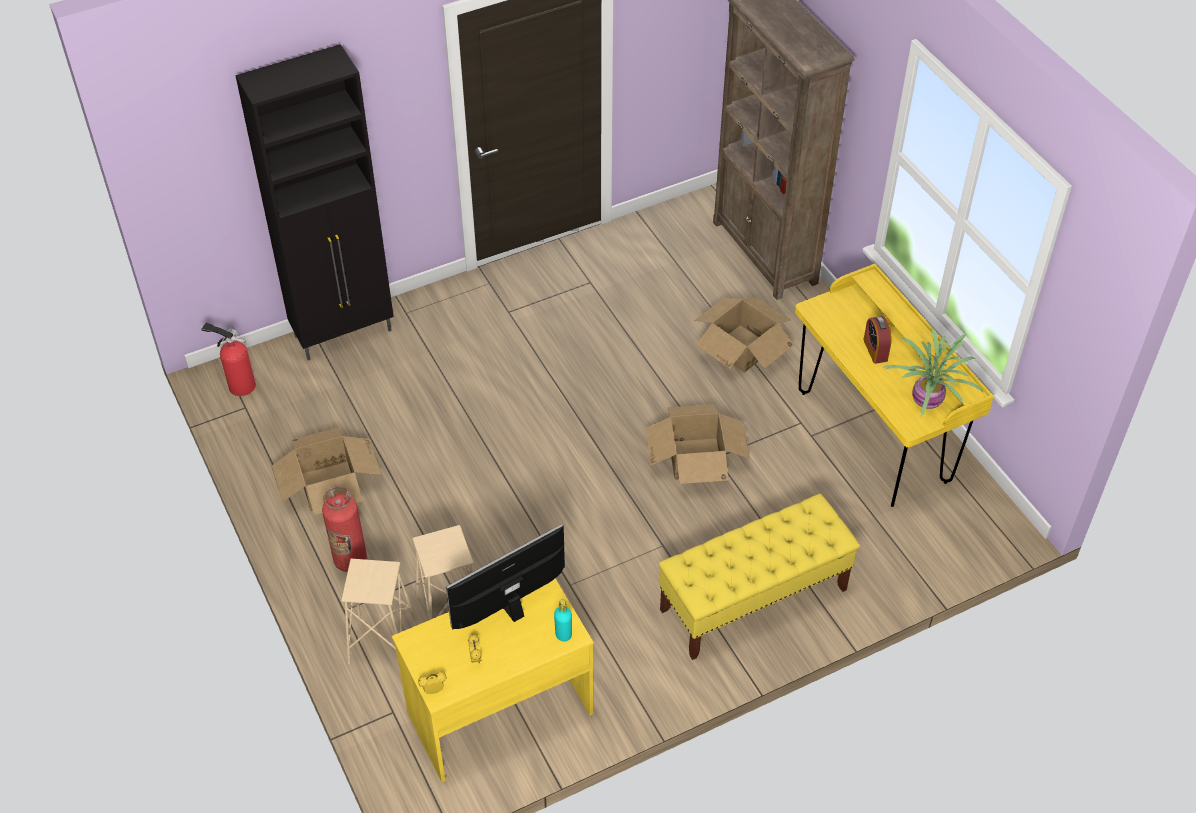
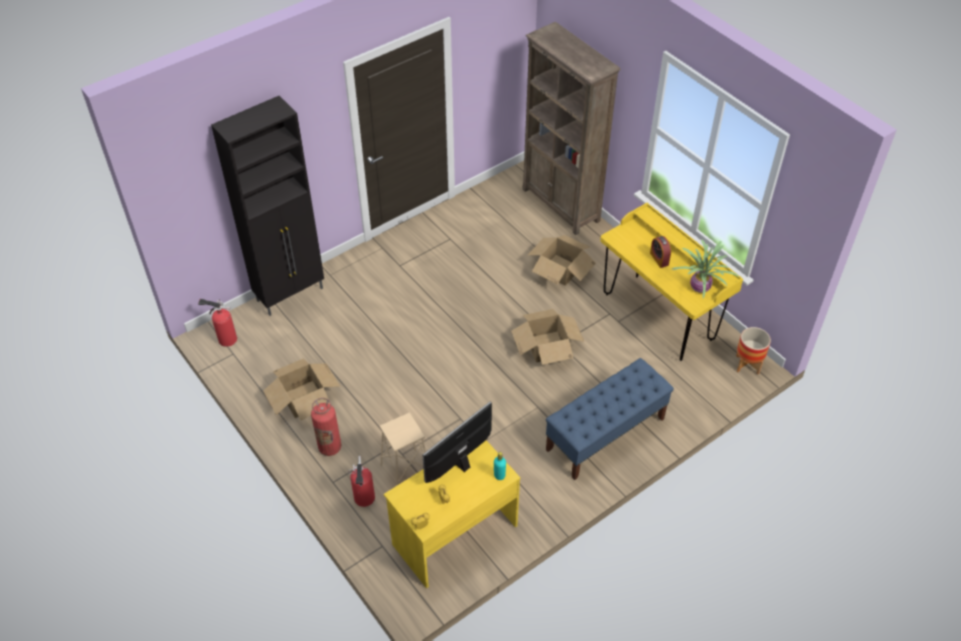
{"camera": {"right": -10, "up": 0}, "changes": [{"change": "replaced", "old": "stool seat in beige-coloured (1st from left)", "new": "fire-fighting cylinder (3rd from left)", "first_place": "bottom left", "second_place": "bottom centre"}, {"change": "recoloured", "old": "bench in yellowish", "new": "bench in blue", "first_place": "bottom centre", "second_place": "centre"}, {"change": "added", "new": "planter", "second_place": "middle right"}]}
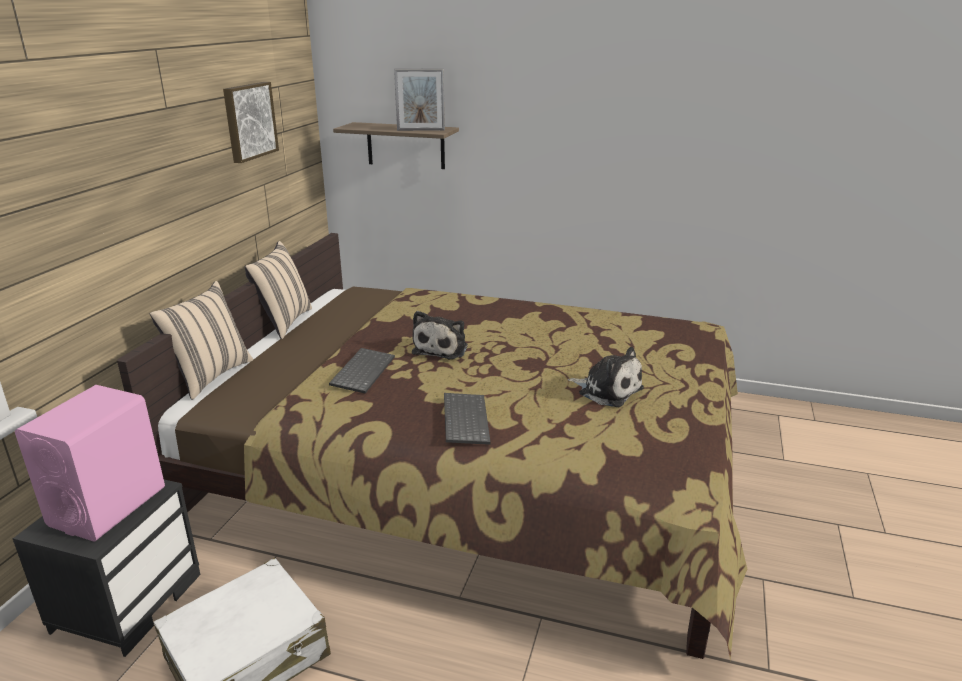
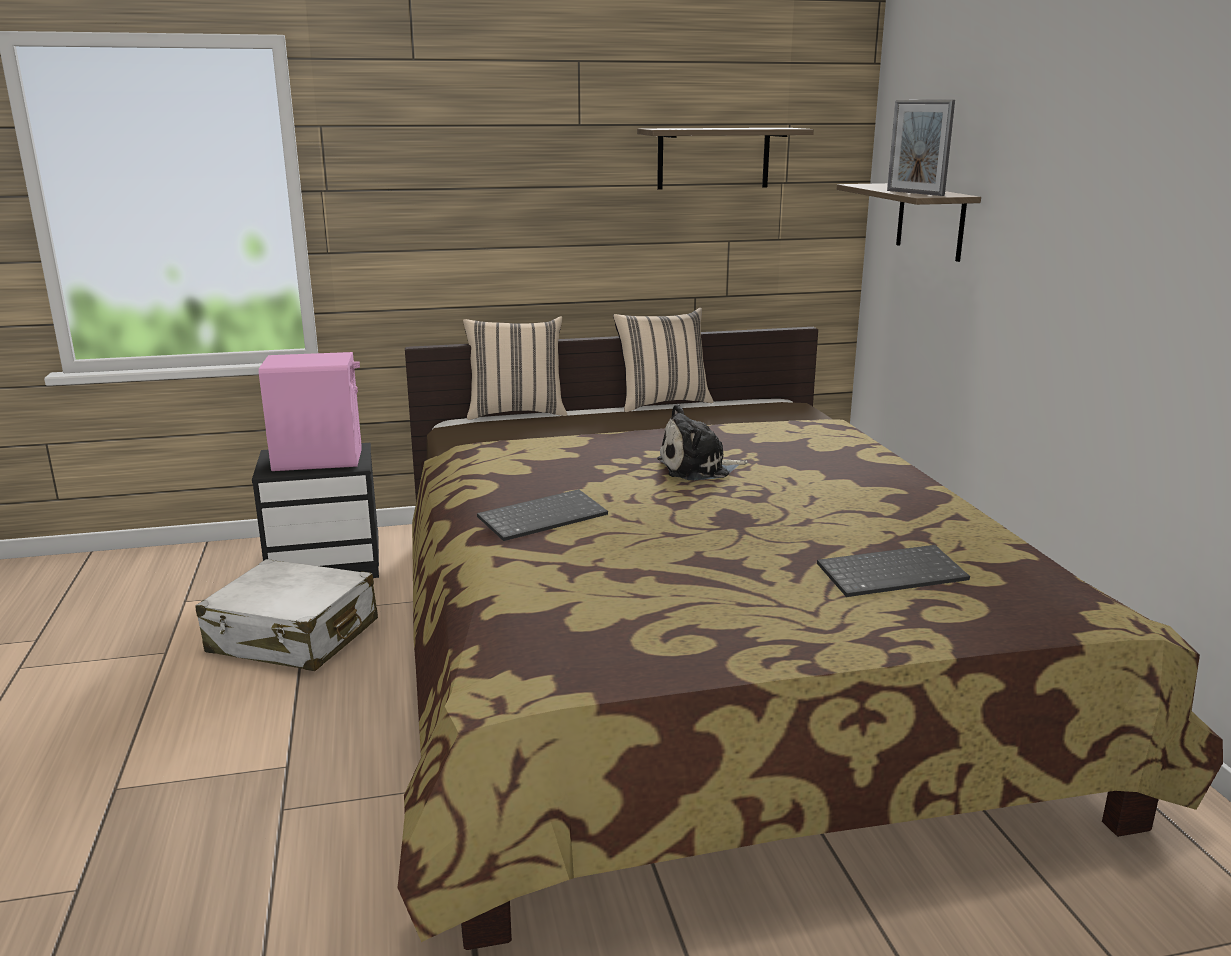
{"camera": {"right": 60, "up": -5}, "changes": [{"change": "replaced", "old": "wall picture", "new": "bracket shelf (1st from left)", "first_place": "top left", "second_place": "top centre"}, {"change": "moved", "old": "computer keyboard (1st from left in the first image)", "new": "computer keyboard (2nd from left)", "first_place": "centre", "second_place": "middle right"}, {"change": "removed", "old": "cuddly toy (2nd from left)", "first_place": "centre"}]}
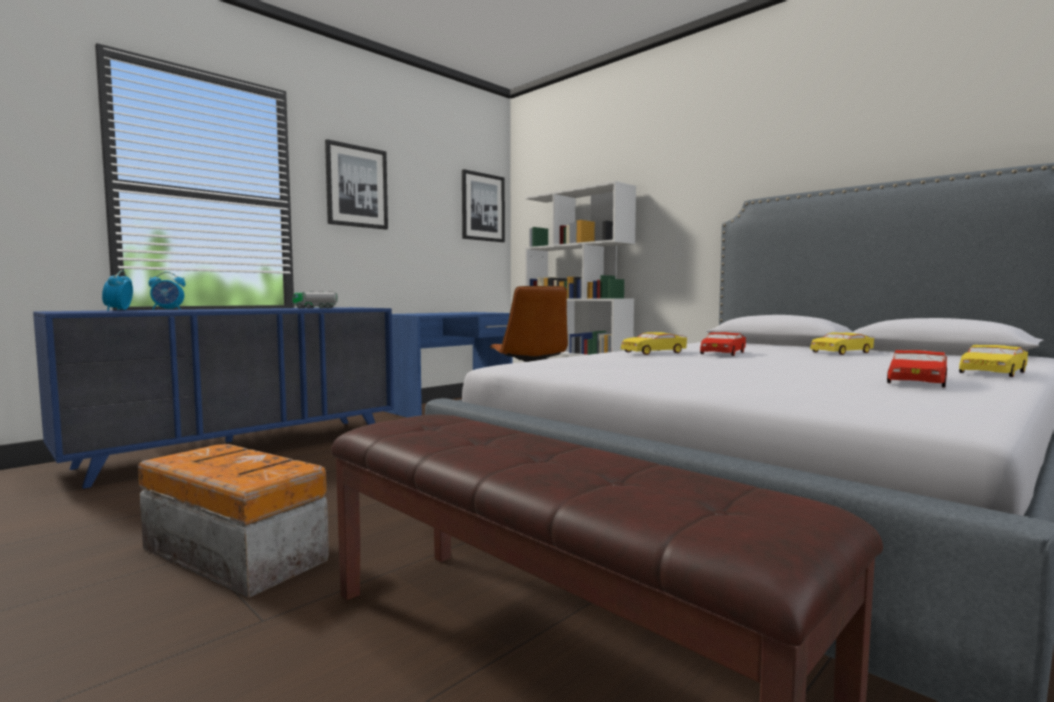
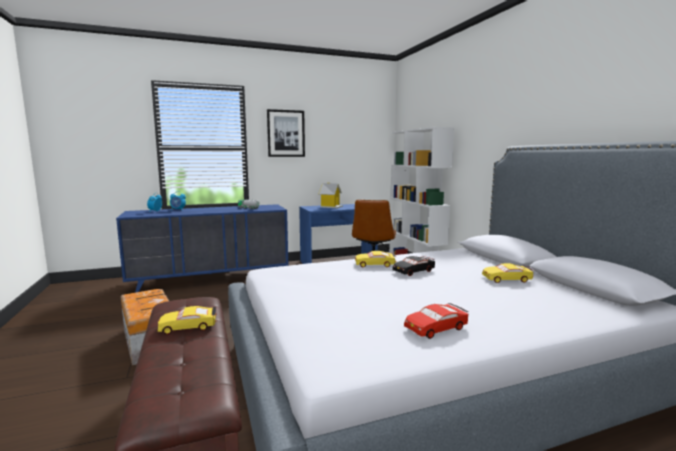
{"camera": {"right": 25, "up": 5}, "changes": [{"change": "removed", "old": "wall picture (2nd from left)", "first_place": "top centre"}, {"change": "recoloured", "old": "miniature car in red-coloured (1st from left)", "new": "miniature car in black", "first_place": "middle right", "second_place": "centre"}, {"change": "moved", "old": "miniature car in yellowish (3rd from left in the first image)", "new": "miniature car in yellowish (1st from left)", "first_place": "middle right", "second_place": "bottom left"}, {"change": "added", "new": "miniature house", "second_place": "centre"}]}
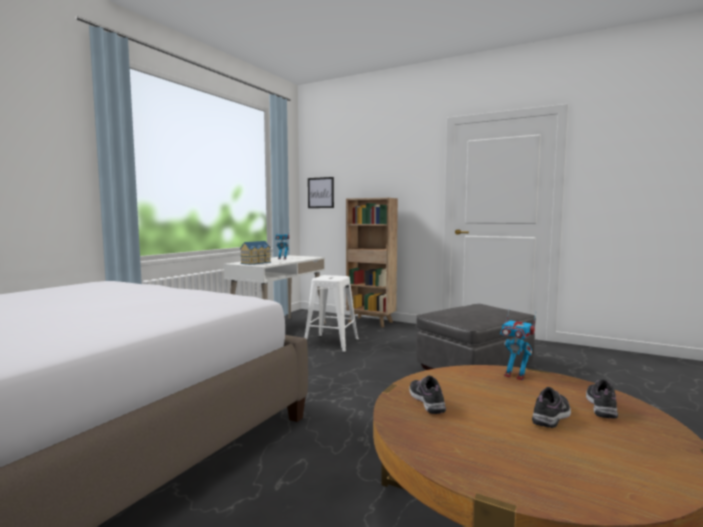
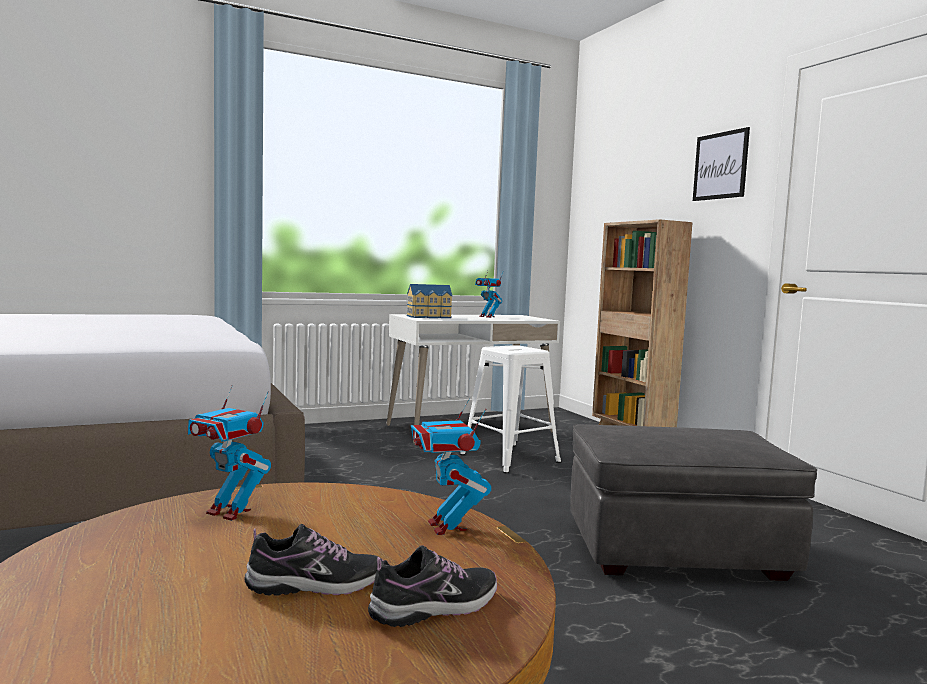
{"camera": {"right": 35, "up": 0}, "changes": [{"change": "moved", "old": "wall picture", "first_place": "centre", "second_place": "top right"}, {"change": "replaced", "old": "item of footwear (1st from left)", "new": "model robot (1st from left)", "first_place": "bottom centre", "second_place": "middle left"}]}
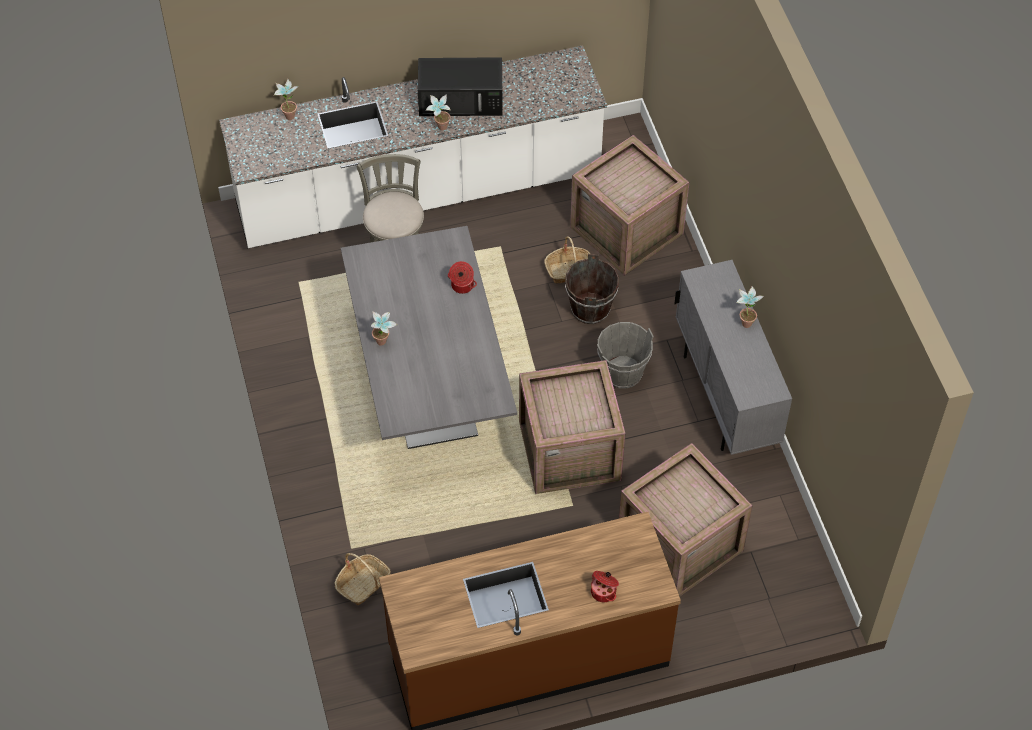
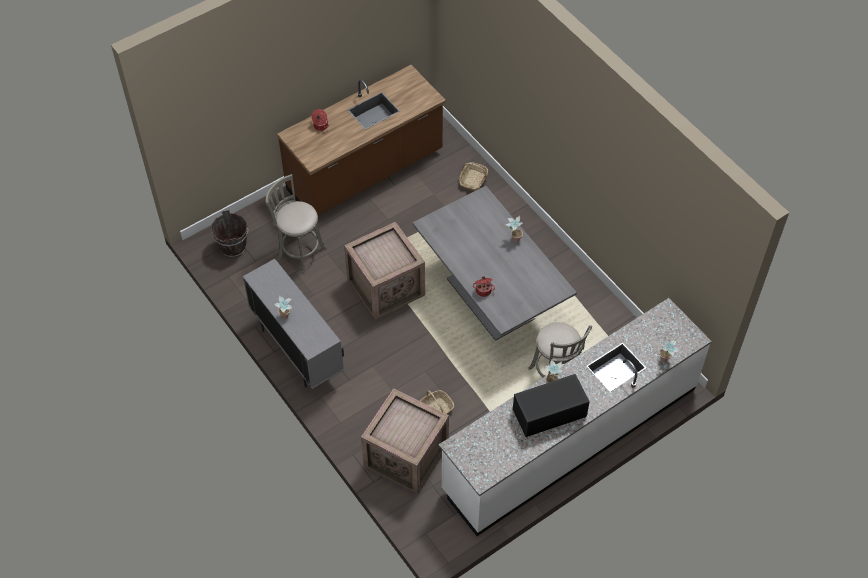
{"camera": {"right": 160, "up": 0}, "changes": [{"change": "moved", "old": "pail in brown-coloured", "first_place": "centre", "second_place": "middle left"}, {"change": "removed", "old": "pail in gray", "first_place": "centre"}, {"change": "replaced", "old": "crate (3rd from left)", "new": "stool seat in gray (1st from left)", "first_place": "bottom centre", "second_place": "centre"}]}
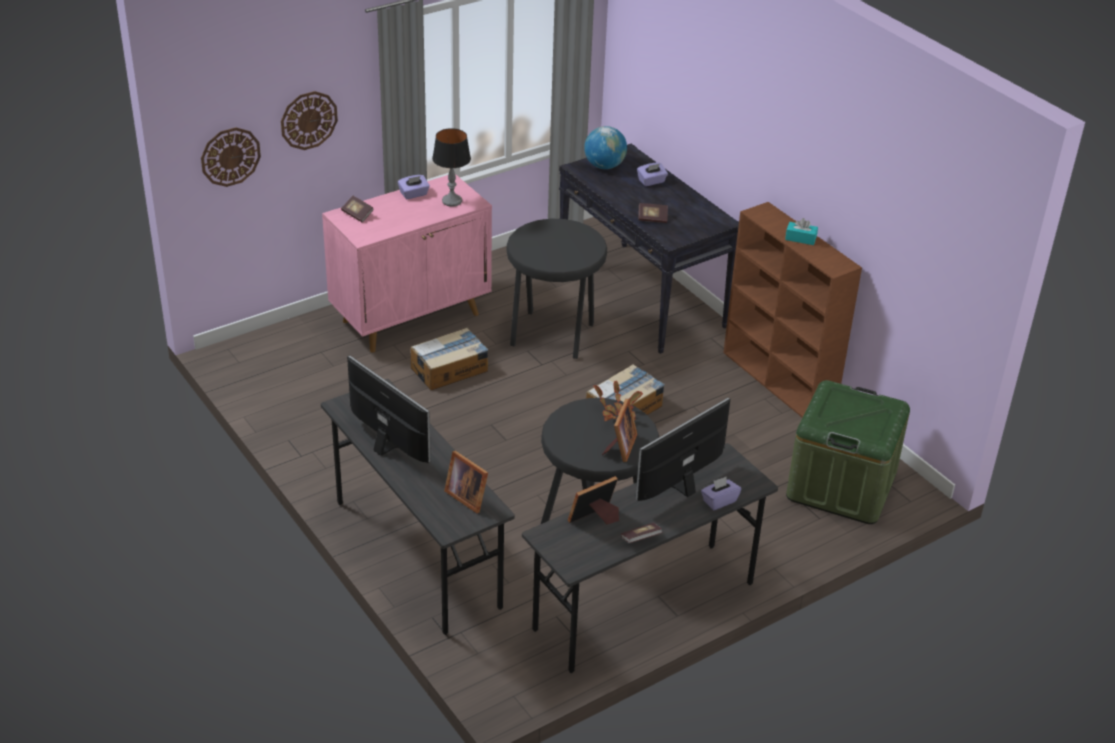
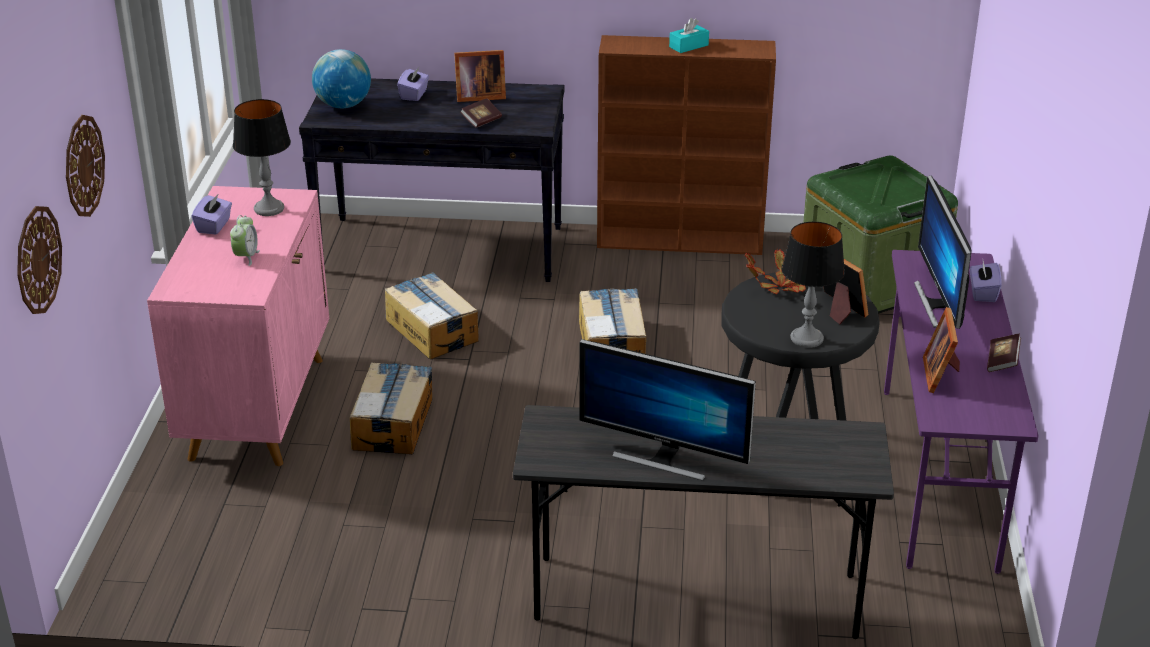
{"camera": {"right": -50, "up": -5}, "changes": [{"change": "removed", "old": "bound book (1st from left)", "first_place": "top left"}, {"change": "turned", "old": "computer display (1st from left)", "first_place": "centre", "second_place": "centre", "degrees": -150}, {"change": "moved", "old": "standing frame (1st from left)", "first_place": "centre", "second_place": "top centre"}, {"change": "replaced", "old": "stool seat in black (1st from left)", "new": "cardboard box (2nd from left)", "first_place": "centre", "second_place": "centre"}, {"change": "recoloured", "old": "desk table in gray (2nd from left)", "new": "desk table in purple", "first_place": "bottom centre", "second_place": "middle right"}, {"change": "added", "new": "table clock", "second_place": "middle left"}, {"change": "added", "new": "table lamp (2nd from left)", "second_place": "middle right"}]}
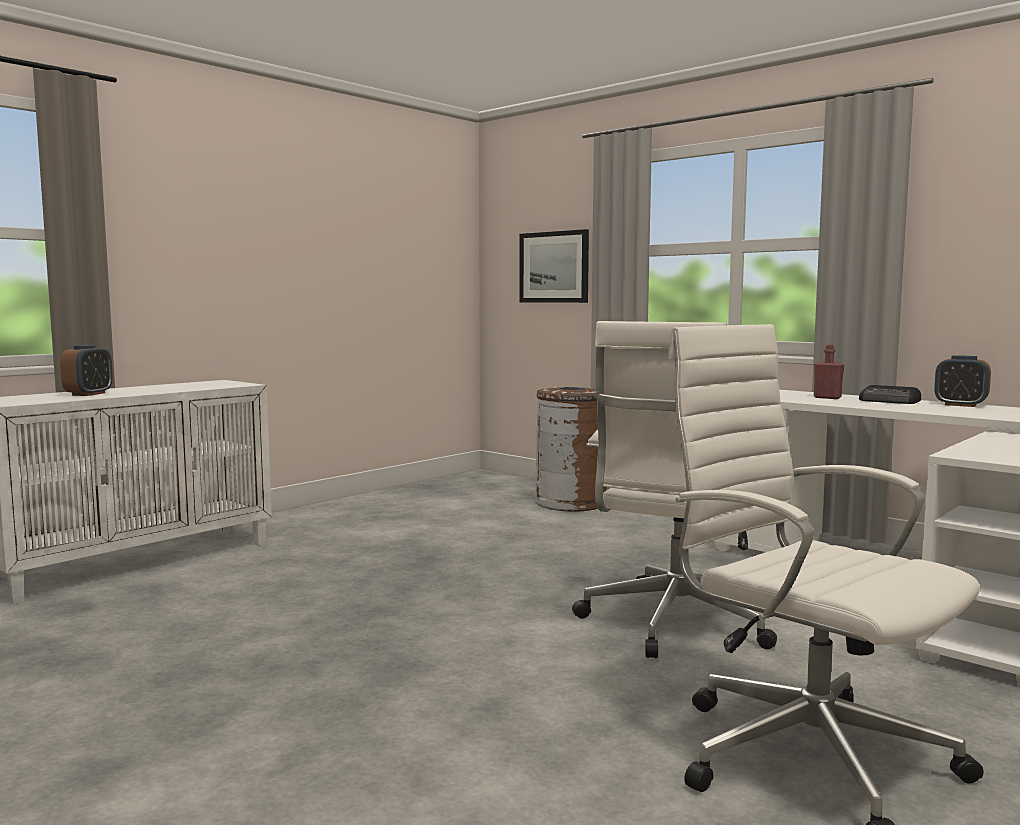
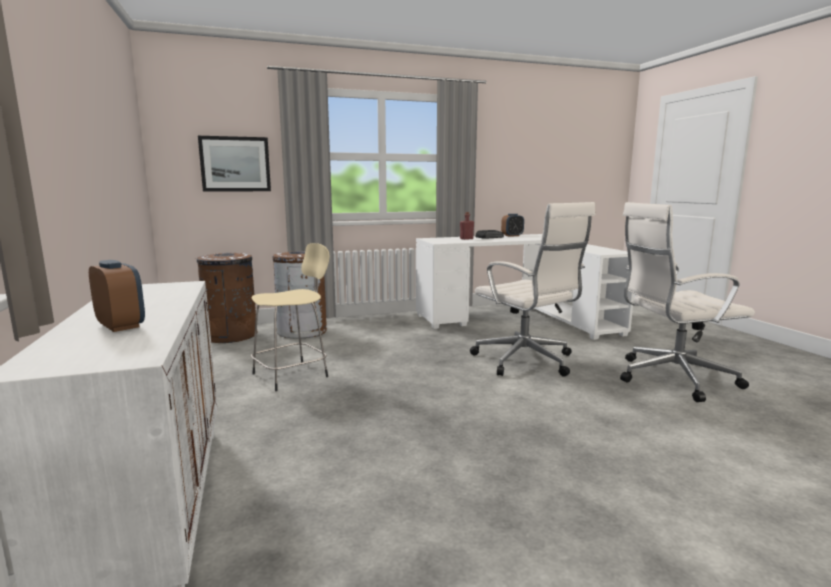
{"camera": {"right": -60, "up": 5}, "changes": [{"change": "added", "new": "rubbish bin in brown-coloured (1st from left)", "second_place": "middle left"}, {"change": "added", "new": "stool seat in beige-coloured", "second_place": "centre"}]}
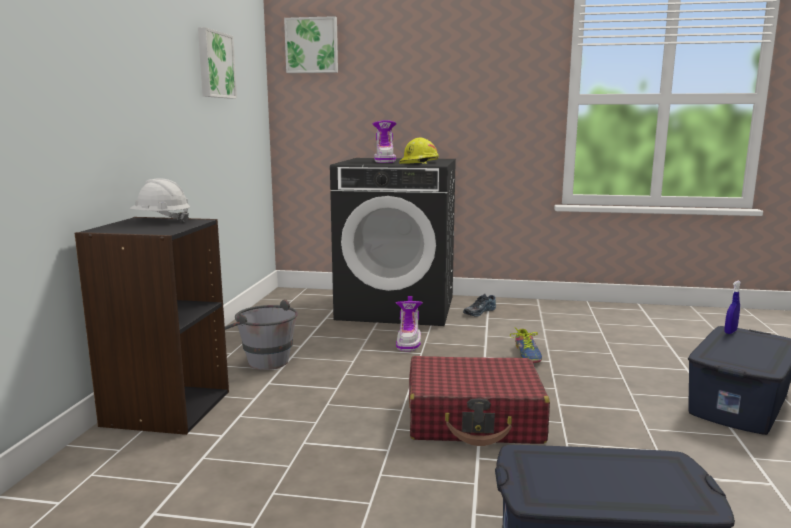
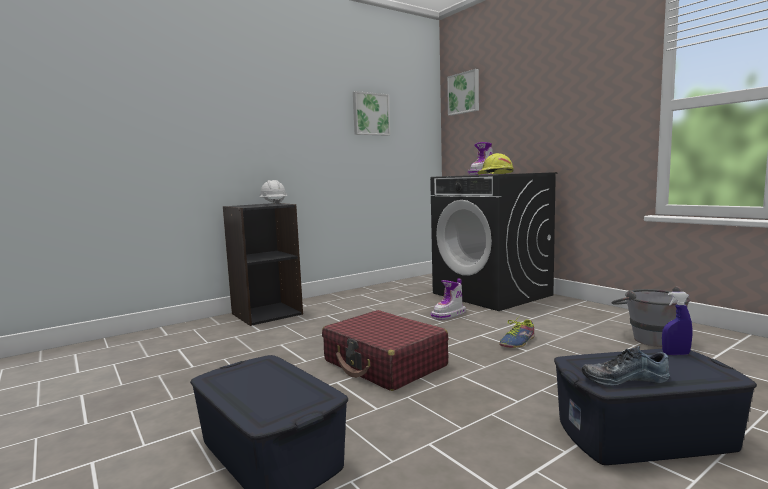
{"camera": {"right": 45, "up": -5}, "changes": [{"change": "moved", "old": "pail in gray", "first_place": "middle left", "second_place": "middle right"}, {"change": "moved", "old": "item of footwear (1st from left in the first image)", "new": "item of footwear (2nd from left)", "first_place": "centre", "second_place": "bottom right"}]}
